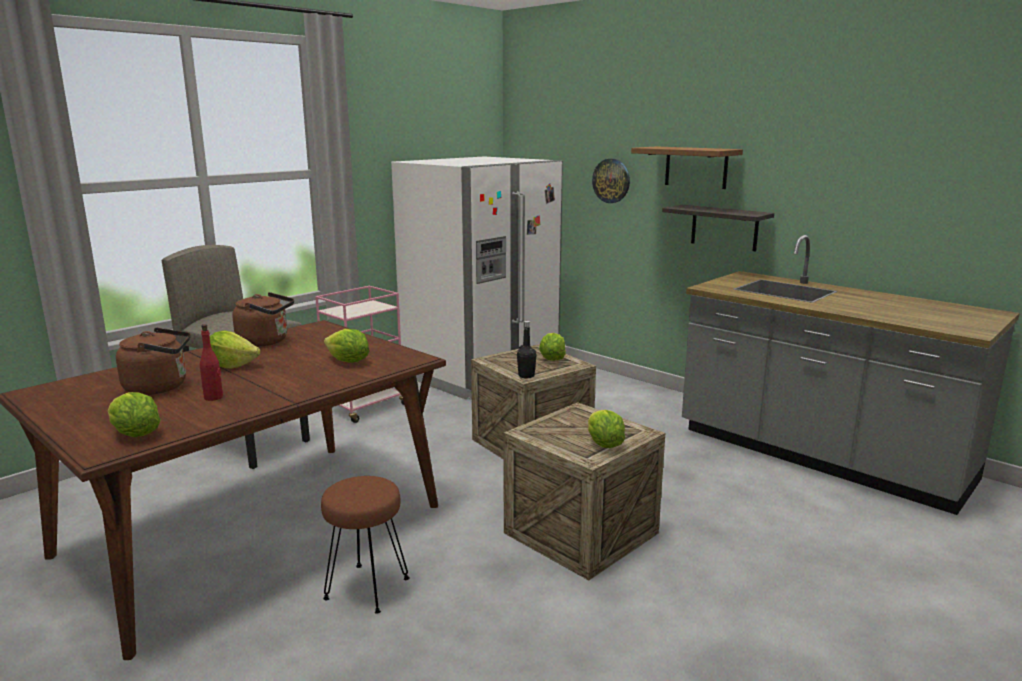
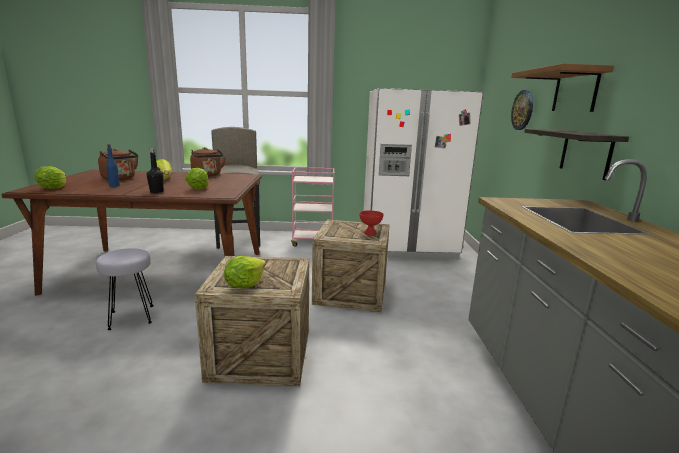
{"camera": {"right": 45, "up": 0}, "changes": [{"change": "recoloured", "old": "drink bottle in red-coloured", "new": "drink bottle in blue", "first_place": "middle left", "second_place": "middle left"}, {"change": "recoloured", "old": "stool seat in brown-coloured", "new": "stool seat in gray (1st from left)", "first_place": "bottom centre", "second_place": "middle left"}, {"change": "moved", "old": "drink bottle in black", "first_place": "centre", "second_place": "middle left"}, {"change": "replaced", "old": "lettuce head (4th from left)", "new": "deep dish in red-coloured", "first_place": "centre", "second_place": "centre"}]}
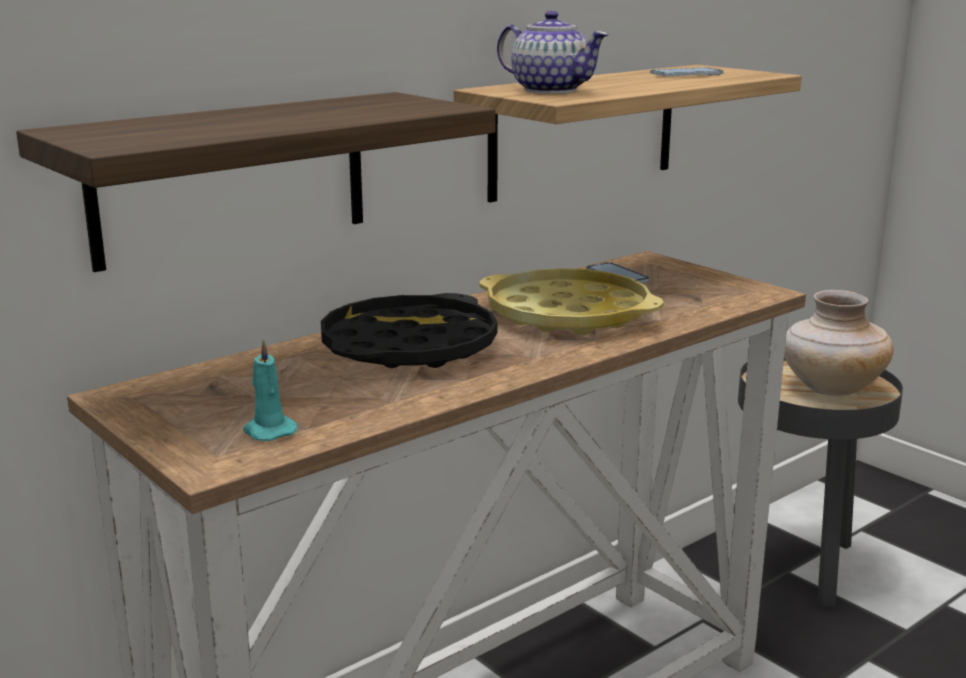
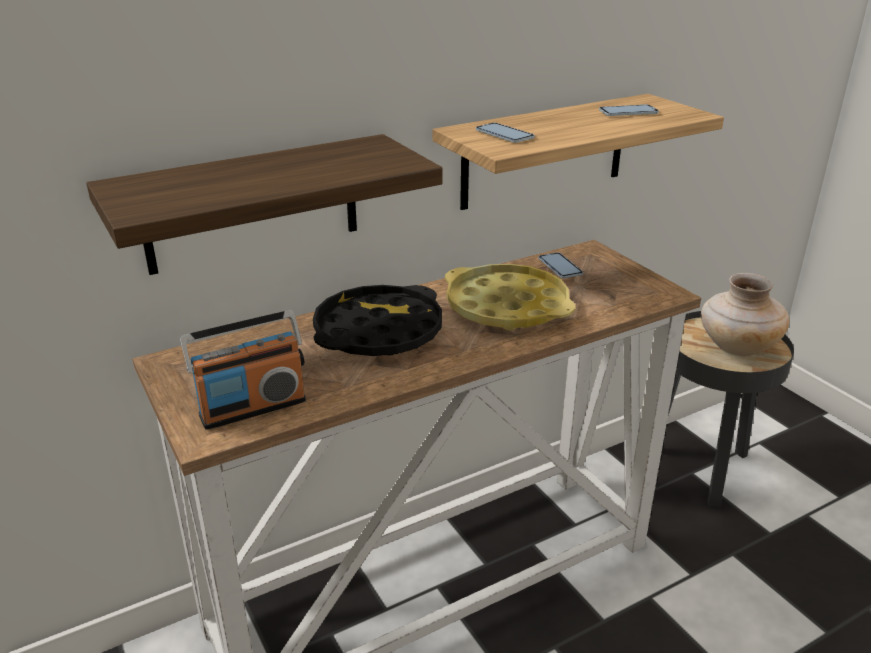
{"camera": {"right": 10, "up": 10}, "changes": [{"change": "replaced", "old": "candle in blue-green", "new": "radio", "first_place": "middle left", "second_place": "middle left"}, {"change": "replaced", "old": "teapot", "new": "phone (1st from left)", "first_place": "top centre", "second_place": "top centre"}]}
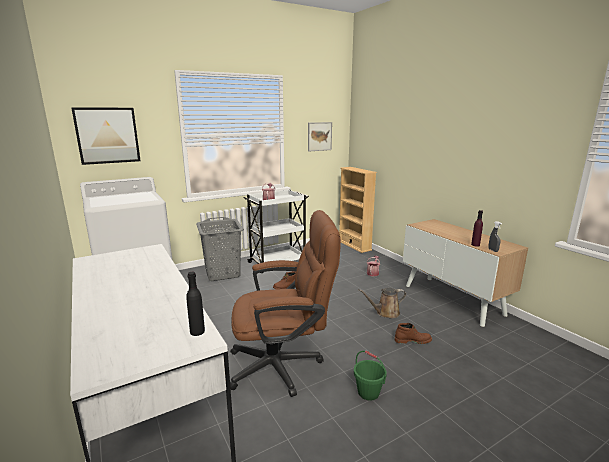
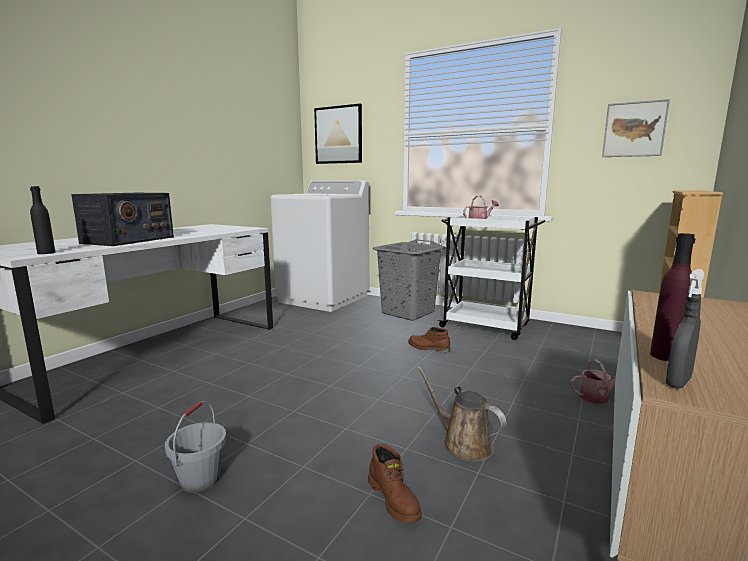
{"camera": {"right": 60, "up": -5}, "changes": [{"change": "removed", "old": "computer chair in brown-coloured", "first_place": "centre"}, {"change": "recoloured", "old": "pail in greenish", "new": "pail in gray", "first_place": "bottom centre", "second_place": "bottom left"}, {"change": "added", "new": "radio", "second_place": "middle left"}]}
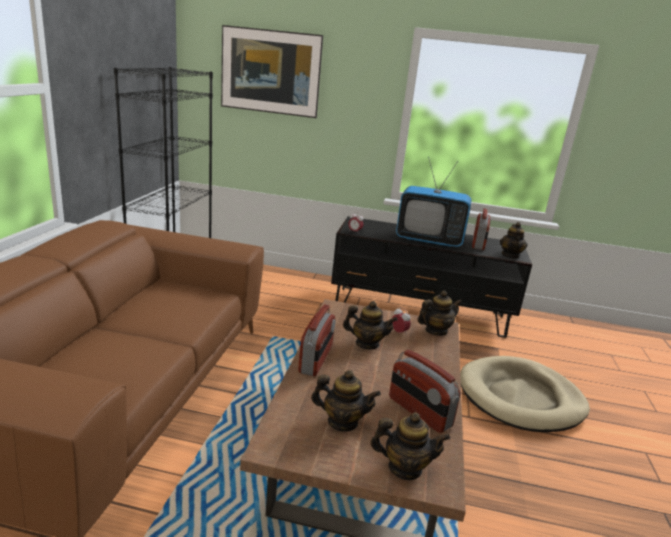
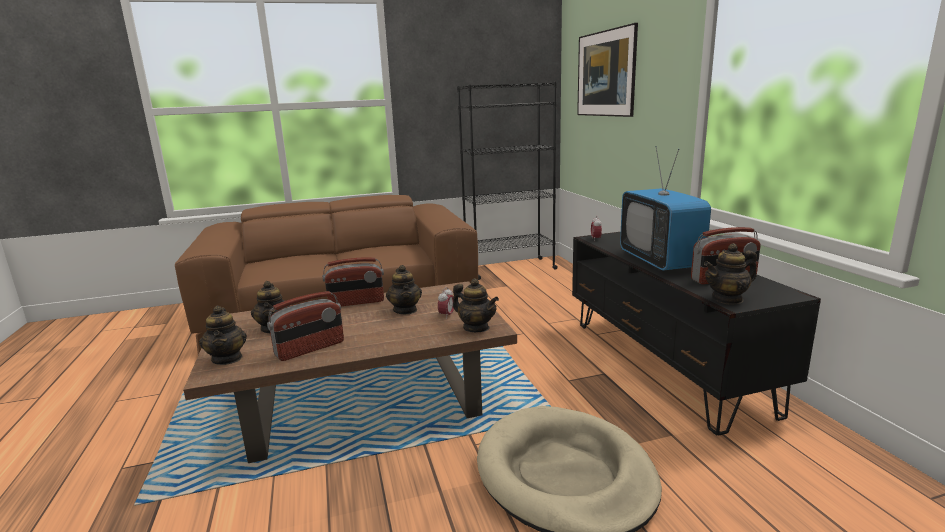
{"camera": {"right": 65, "up": -5}, "changes": [{"change": "turned", "old": "radio (2nd from left in the first image)", "first_place": "bottom centre", "second_place": "middle left", "degrees": -150}]}
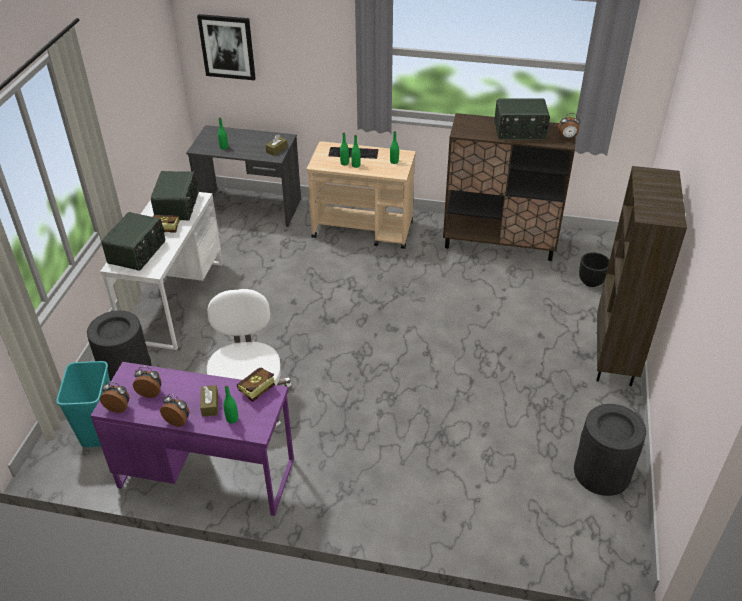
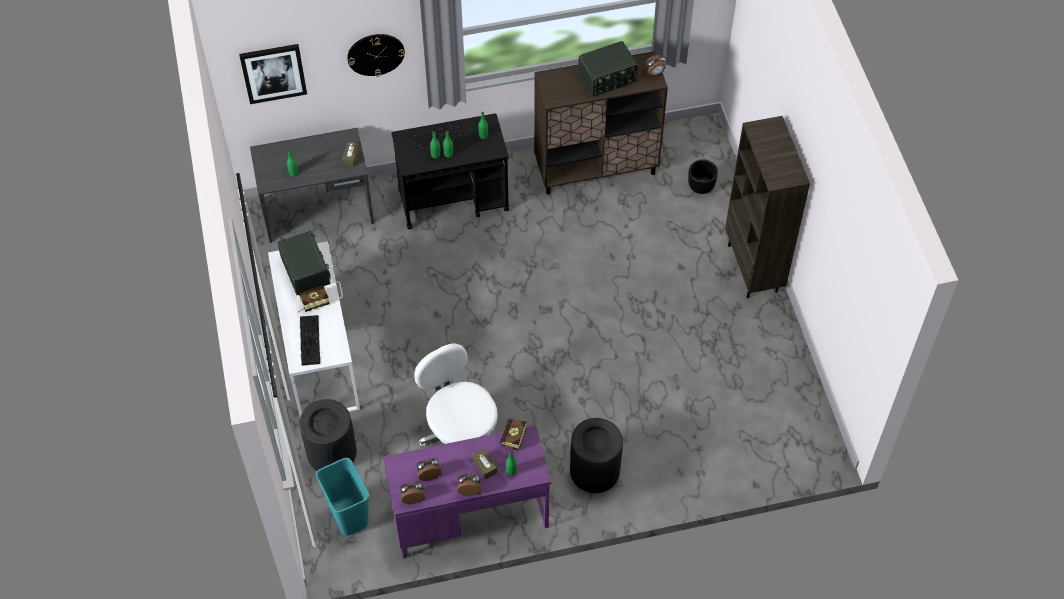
{"camera": {"right": -25, "up": 15}, "changes": [{"change": "replaced", "old": "radio (1st from left)", "new": "computer keyboard (1st from left)", "first_place": "middle left", "second_place": "middle left"}, {"change": "recoloured", "old": "cart in beige-coloured", "new": "cart in black", "first_place": "top centre", "second_place": "top centre"}, {"change": "moved", "old": "rubbish bin in black (2nd from left)", "first_place": "bottom right", "second_place": "bottom centre"}, {"change": "added", "new": "hanging clock", "second_place": "top centre"}]}
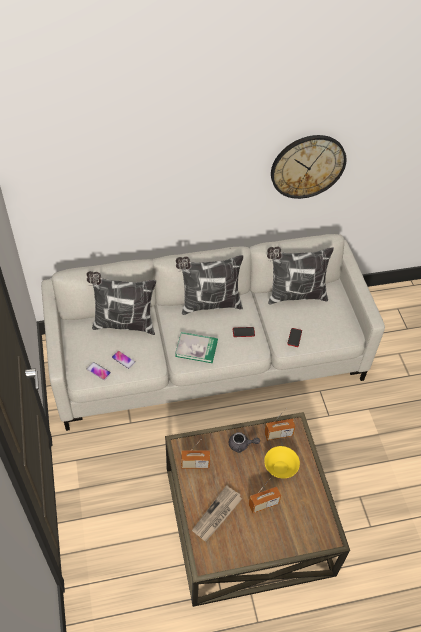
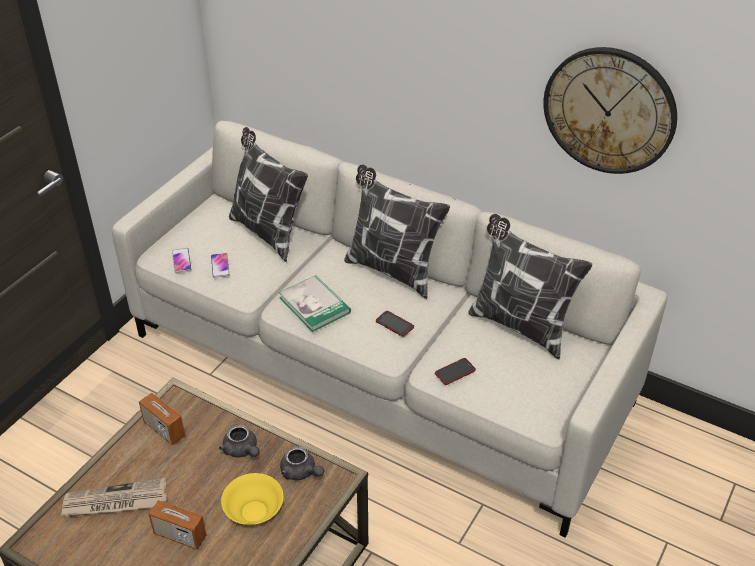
{"camera": {"right": 45, "up": -10}, "changes": [{"change": "replaced", "old": "radio (3rd from left)", "new": "teapot in gray (2nd from left)", "first_place": "bottom centre", "second_place": "bottom centre"}]}
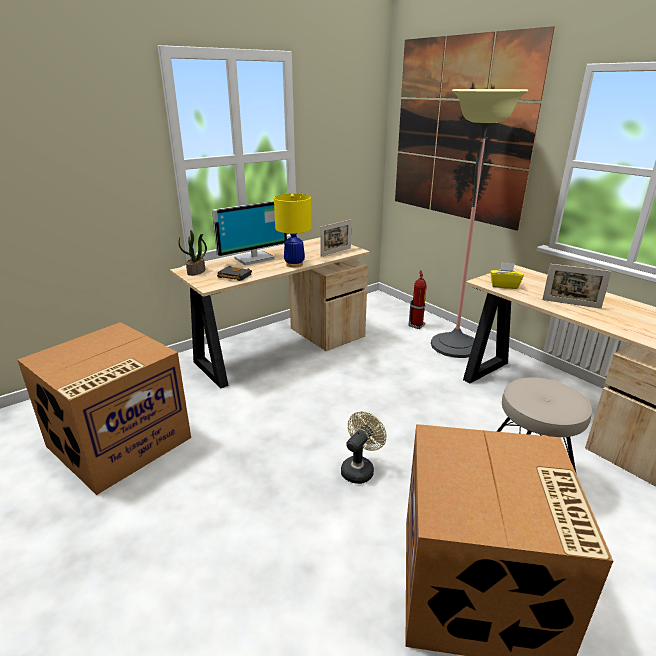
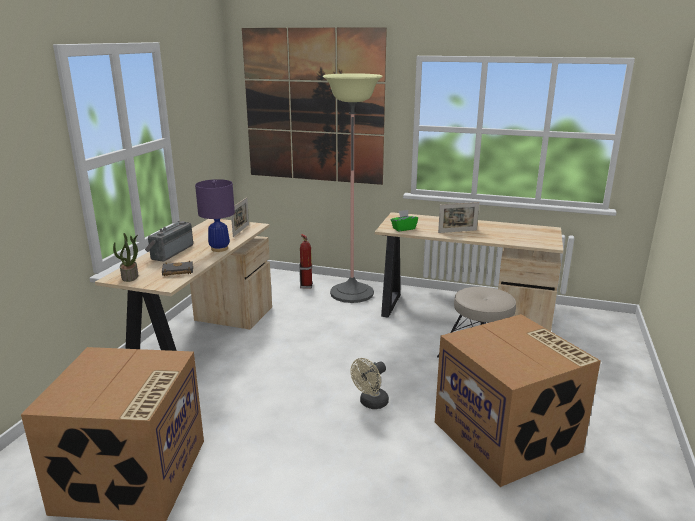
{"camera": {"right": -35, "up": -5}, "changes": [{"change": "replaced", "old": "computer display", "new": "radio", "first_place": "centre", "second_place": "middle left"}, {"change": "recoloured", "old": "table lamp in yellowish", "new": "table lamp in purple", "first_place": "centre", "second_place": "middle left"}, {"change": "turned", "old": "cooling fan in beige-coloured", "first_place": "bottom centre", "second_place": "bottom centre", "degrees": -135}, {"change": "recoloured", "old": "box of tissues in yellowish", "new": "box of tissues in greenish", "first_place": "middle right", "second_place": "centre"}]}
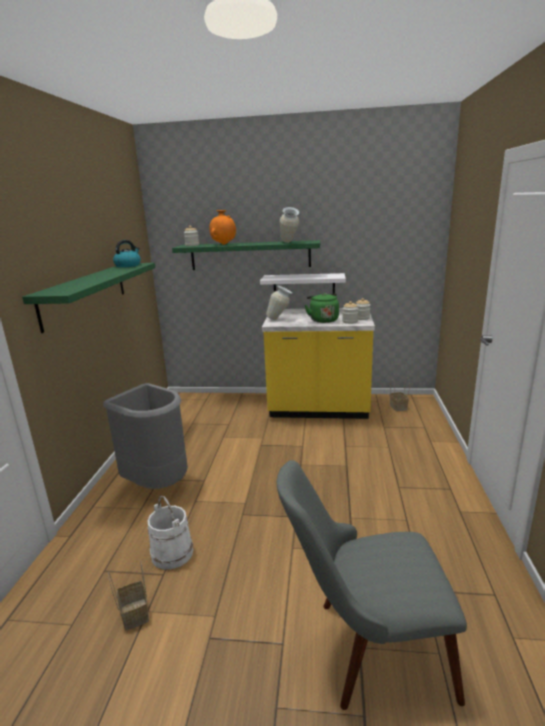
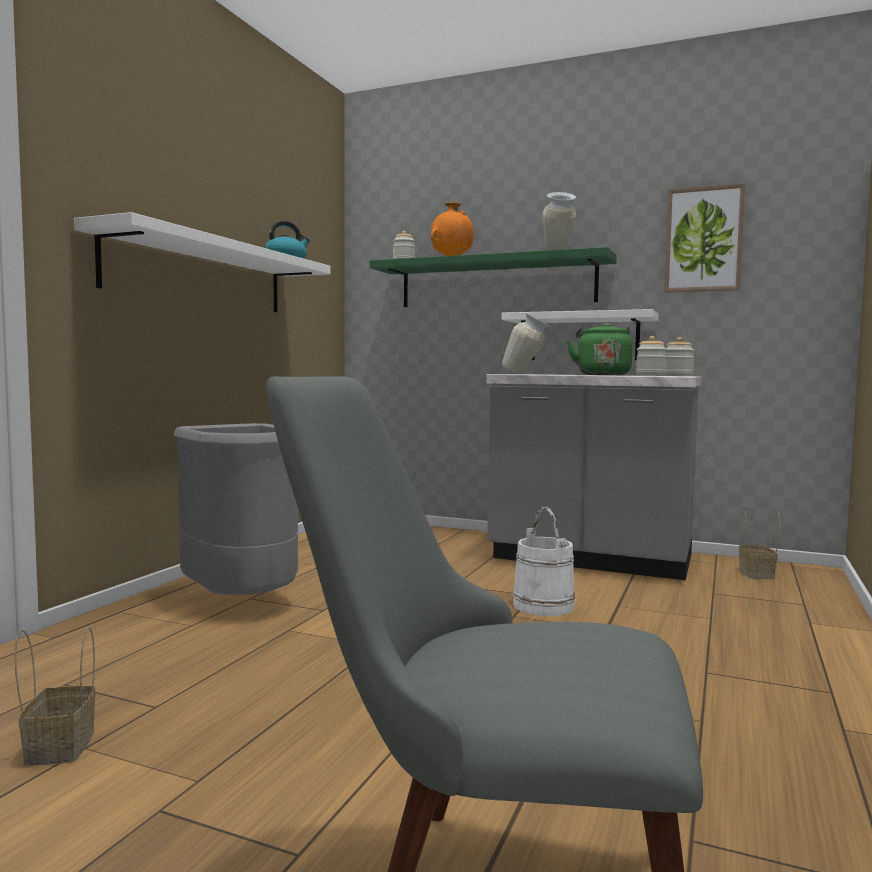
{"camera": {"right": 15, "up": -15}, "changes": [{"change": "recoloured", "old": "bracket shelf in greenish (1st from left)", "new": "bracket shelf in whitish (1st from left)", "first_place": "middle left", "second_place": "top left"}, {"change": "moved", "old": "pail in whitish", "first_place": "bottom left", "second_place": "centre"}, {"change": "recoloured", "old": "kitchen counter in yellowish", "new": "kitchen counter in gray", "first_place": "centre", "second_place": "middle right"}, {"change": "added", "new": "wall picture", "second_place": "top right"}]}
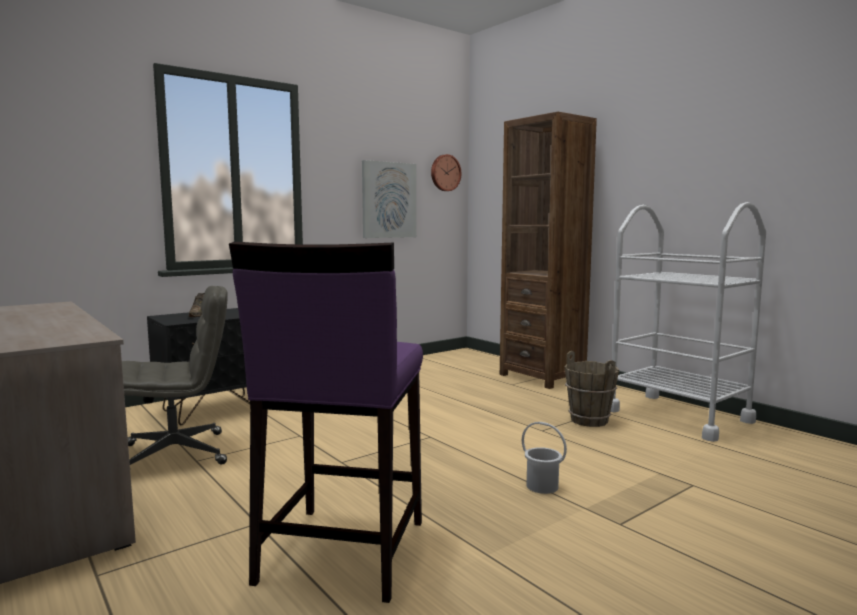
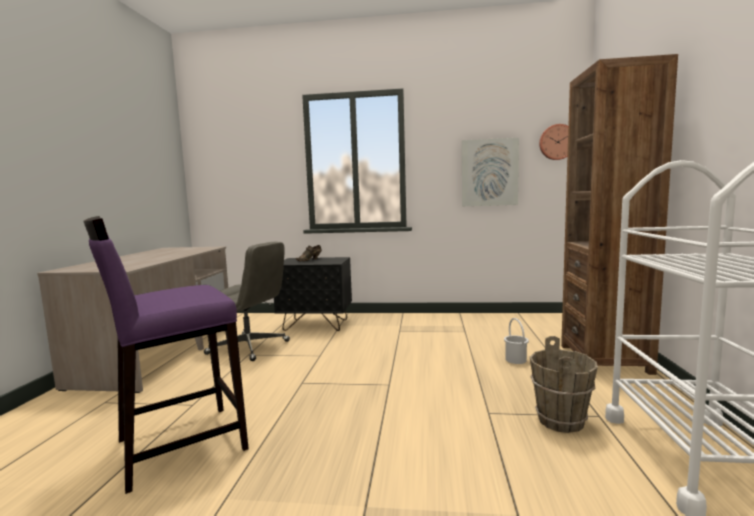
{"camera": {"right": 45, "up": 0}, "changes": [{"change": "moved", "old": "pail in whitish", "first_place": "bottom centre", "second_place": "middle right"}]}
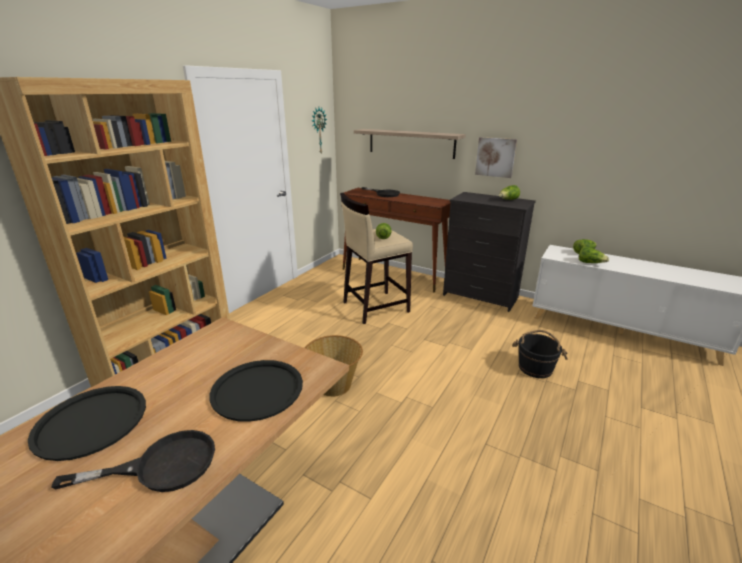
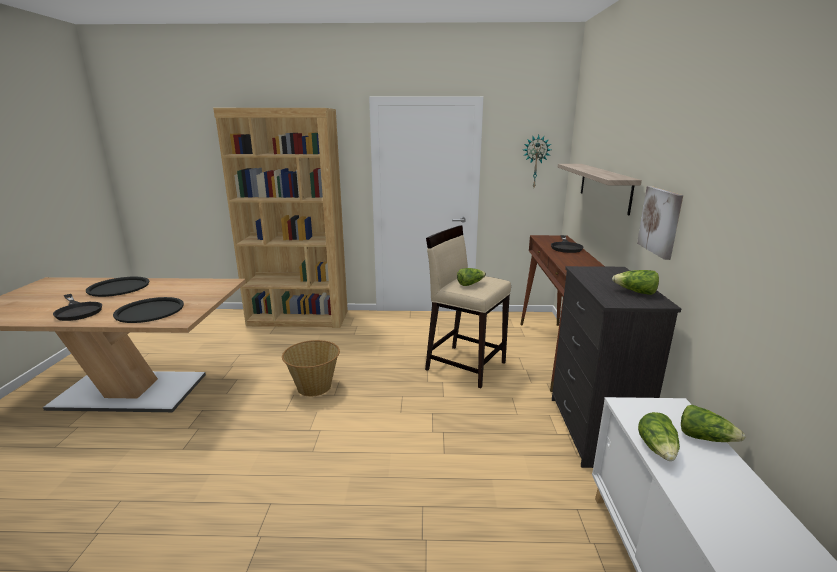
{"camera": {"right": 60, "up": -5}, "changes": [{"change": "removed", "old": "pail in black", "first_place": "middle right"}]}
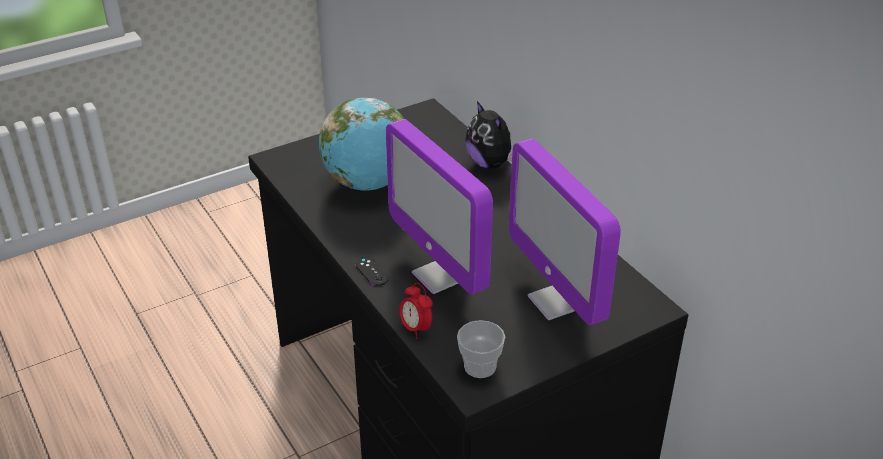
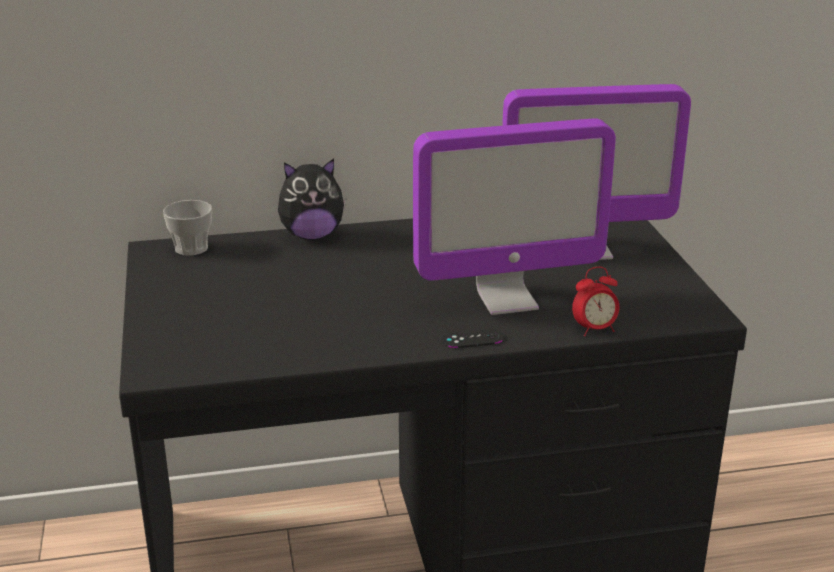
{"camera": {"right": -70, "up": -10}, "changes": [{"change": "removed", "old": "world globe", "first_place": "top centre"}, {"change": "moved", "old": "small cup", "first_place": "bottom centre", "second_place": "middle left"}]}
